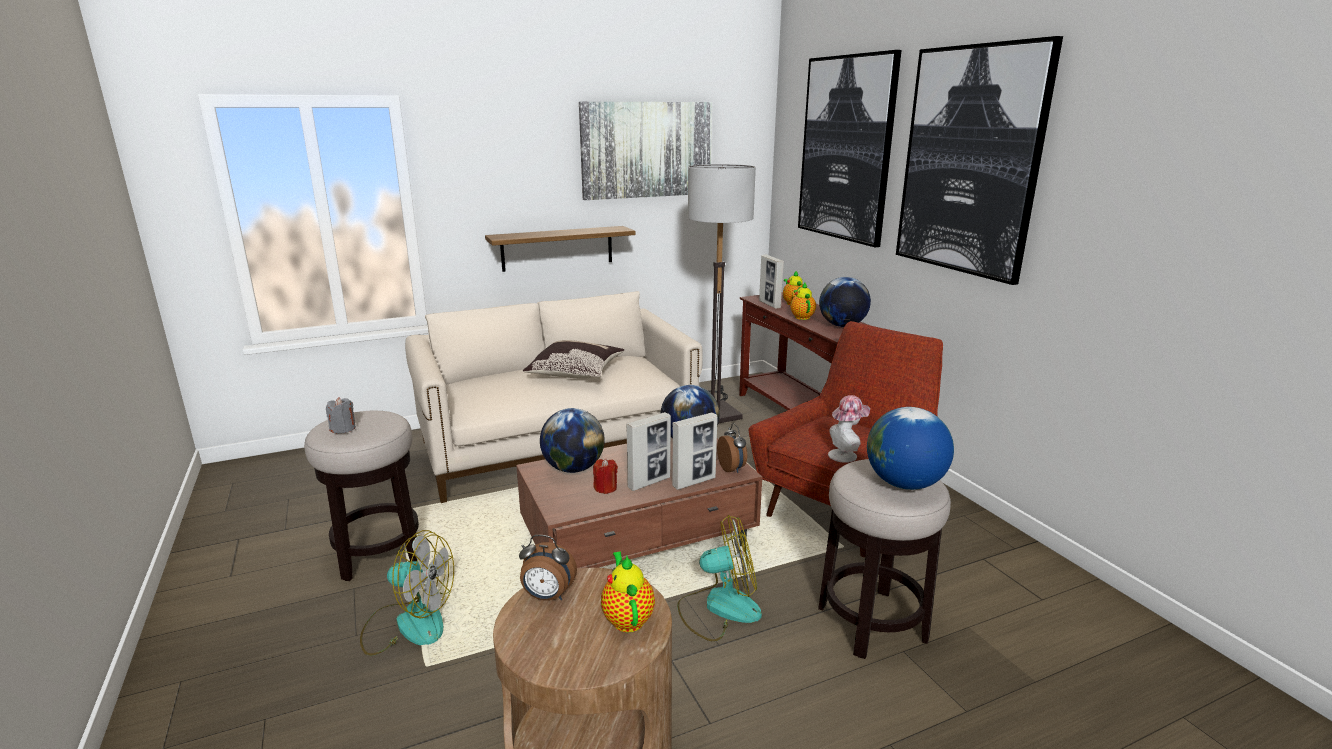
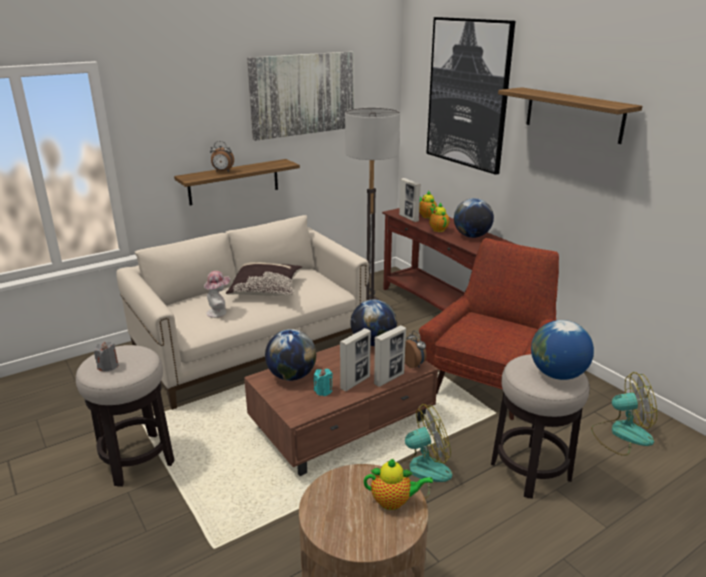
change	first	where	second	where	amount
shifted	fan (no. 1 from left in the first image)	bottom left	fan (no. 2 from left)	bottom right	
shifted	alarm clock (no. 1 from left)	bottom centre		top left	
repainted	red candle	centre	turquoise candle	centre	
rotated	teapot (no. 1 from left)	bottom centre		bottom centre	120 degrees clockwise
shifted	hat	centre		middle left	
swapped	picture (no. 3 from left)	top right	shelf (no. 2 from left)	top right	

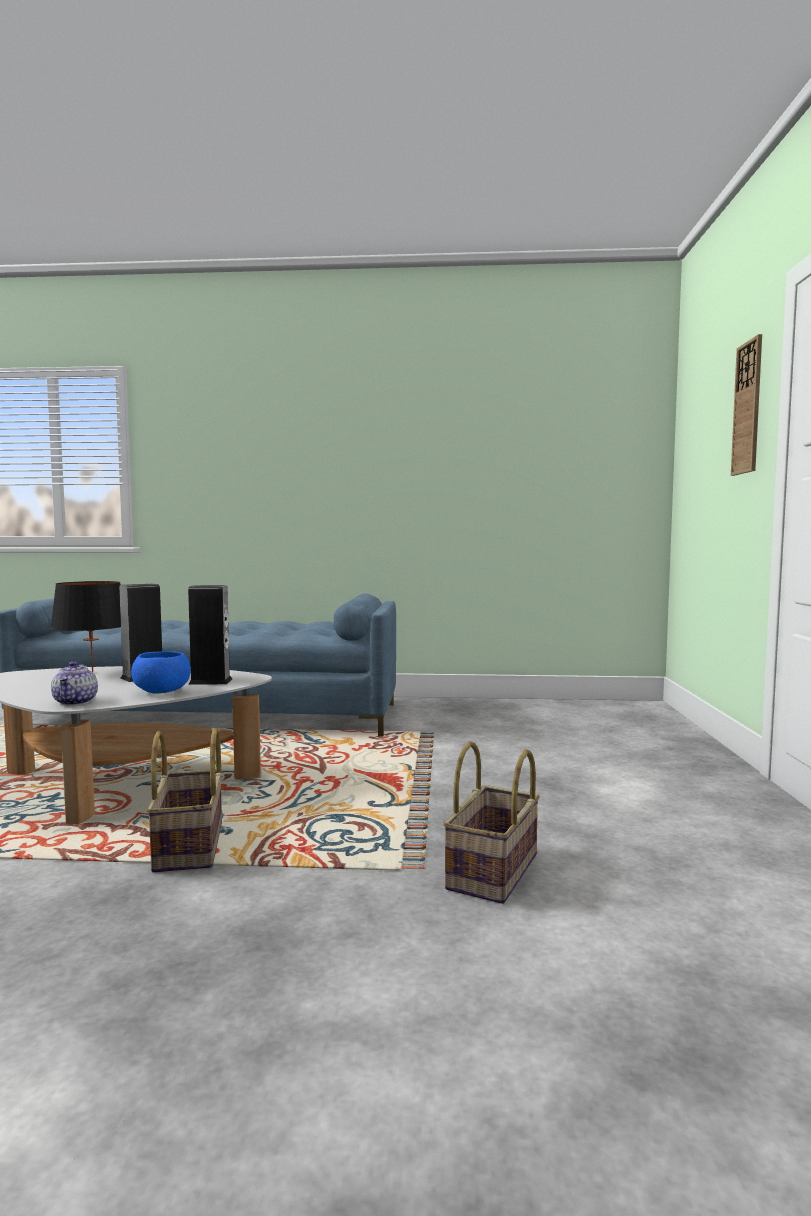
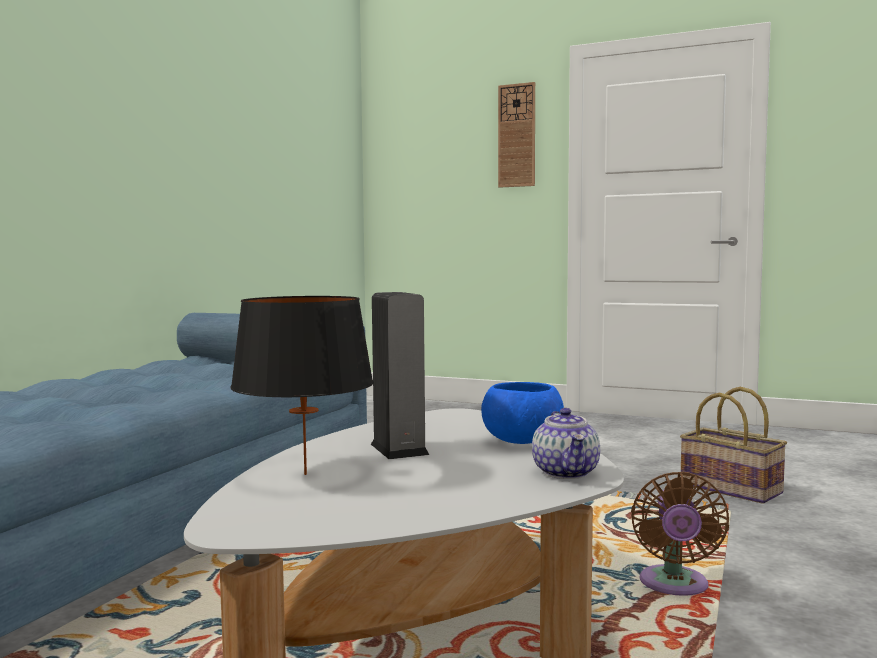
change	first	where	second	where	amount
rotated	teapot	middle left		bottom centre	75 degrees clockwise
swapped	basket (no. 1 from left)	middle left	brown fan	bottom right	
gone	speaker (no. 2 from left)	middle left			

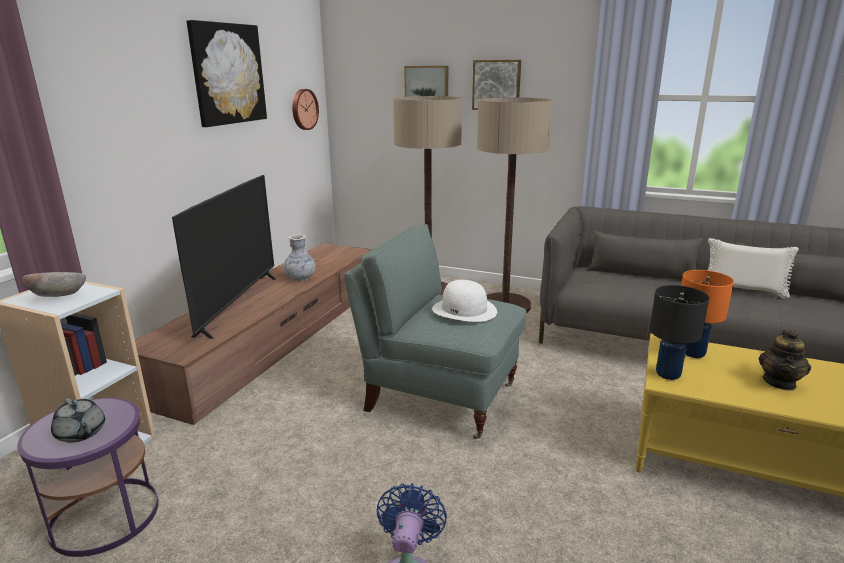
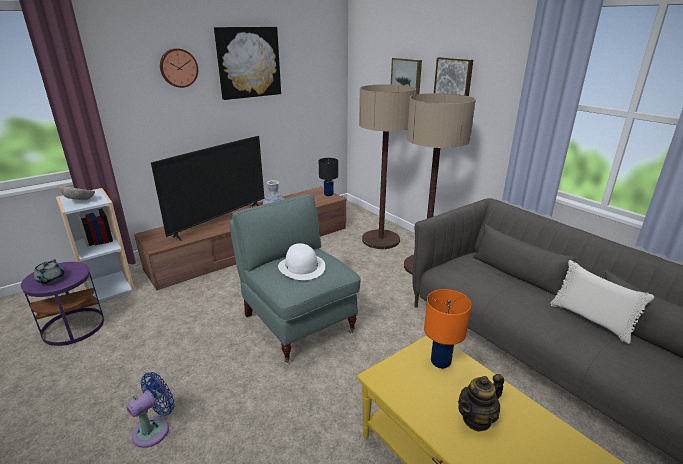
change	first	where	second	where	amount
shifted	wall clock	top centre		top left	
shifted	black table lamp	middle right		centre	

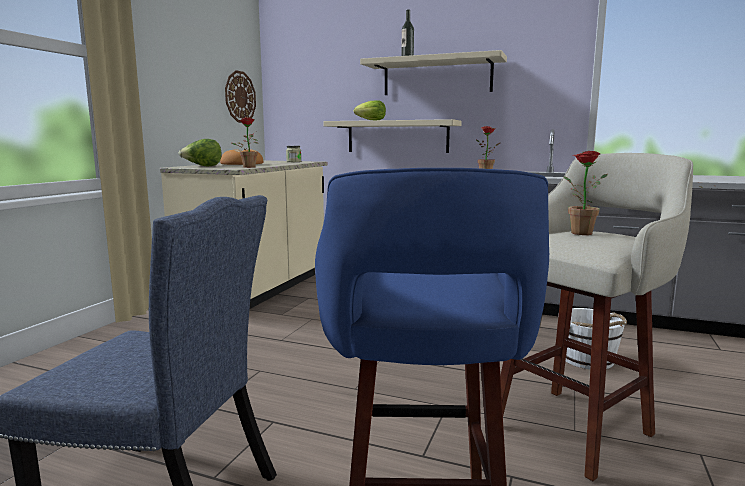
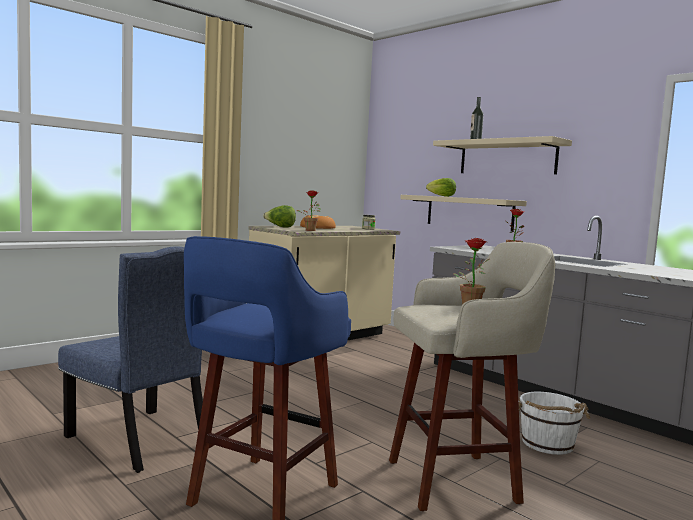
change	first	where	second	where	amount
gone	wall clock	top left			

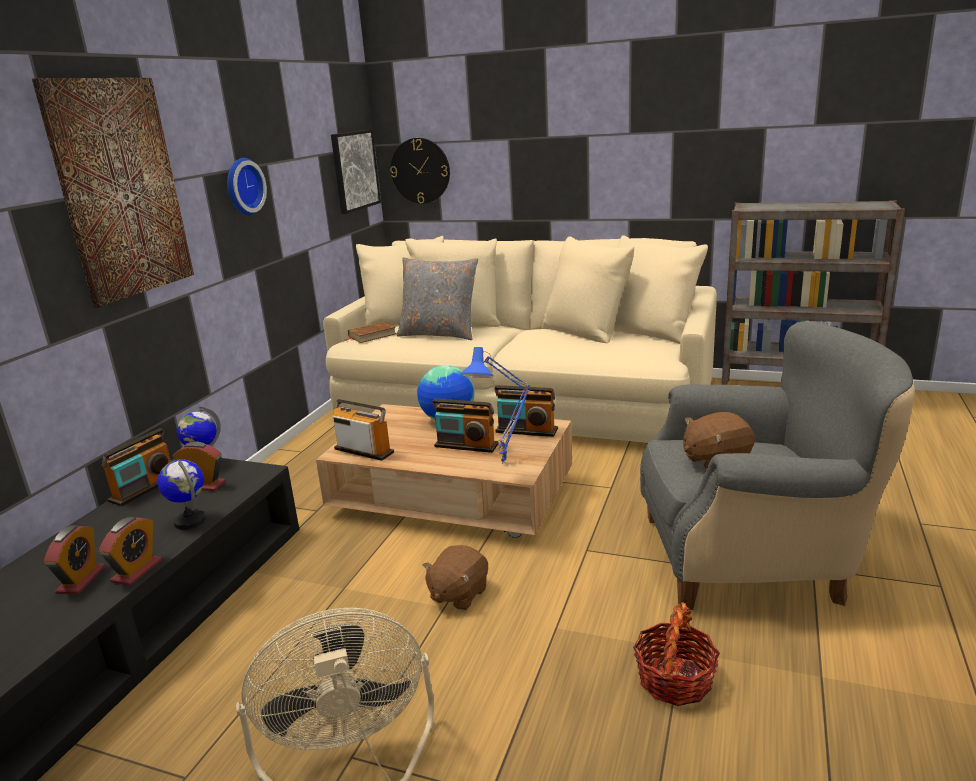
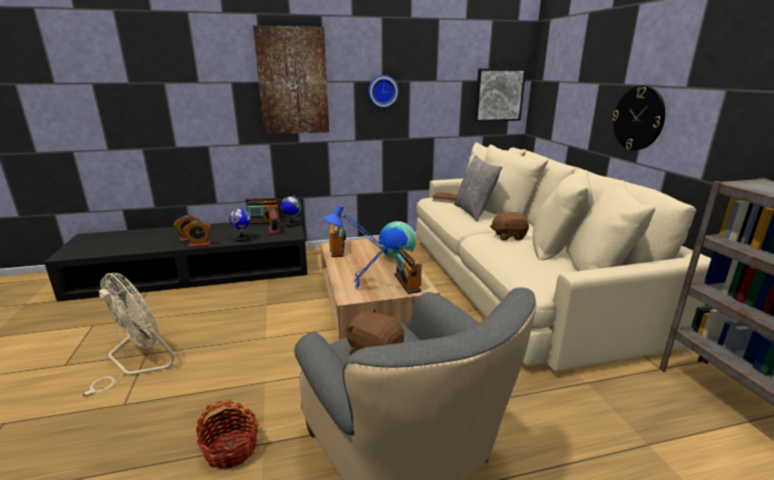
change	first	where	second	where	amount
shifted	wall clock (no. 2 from left)	top centre		top right	
shifted	brown plush toy (no. 1 from left in the first image)	bottom centre	brown plush toy (no. 2 from left)	centre	
gone	radio (no. 3 from left)	centre			

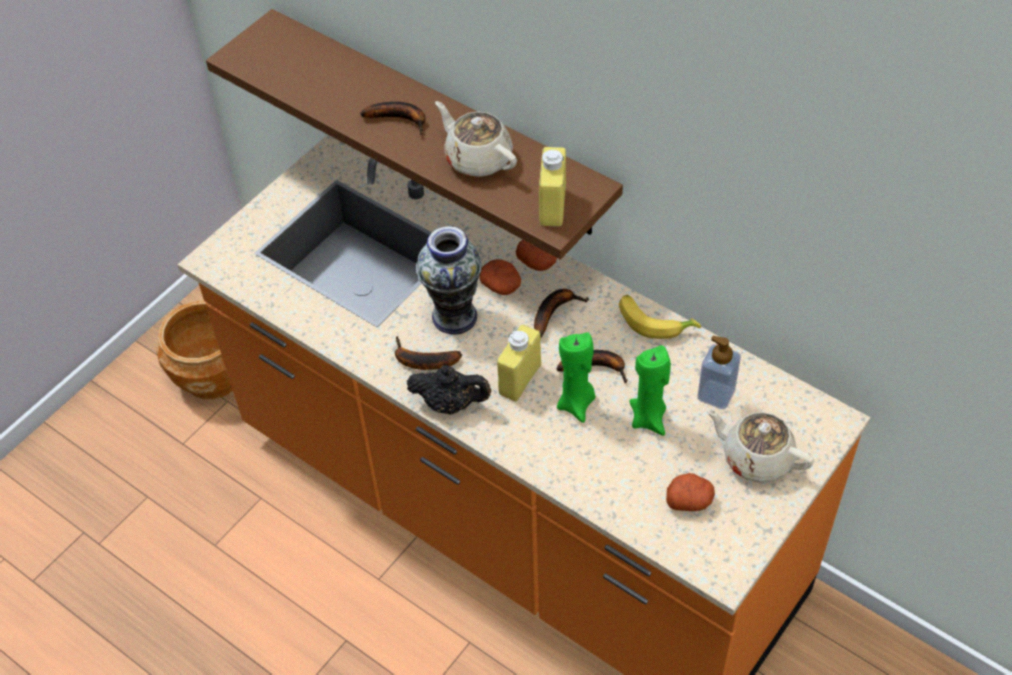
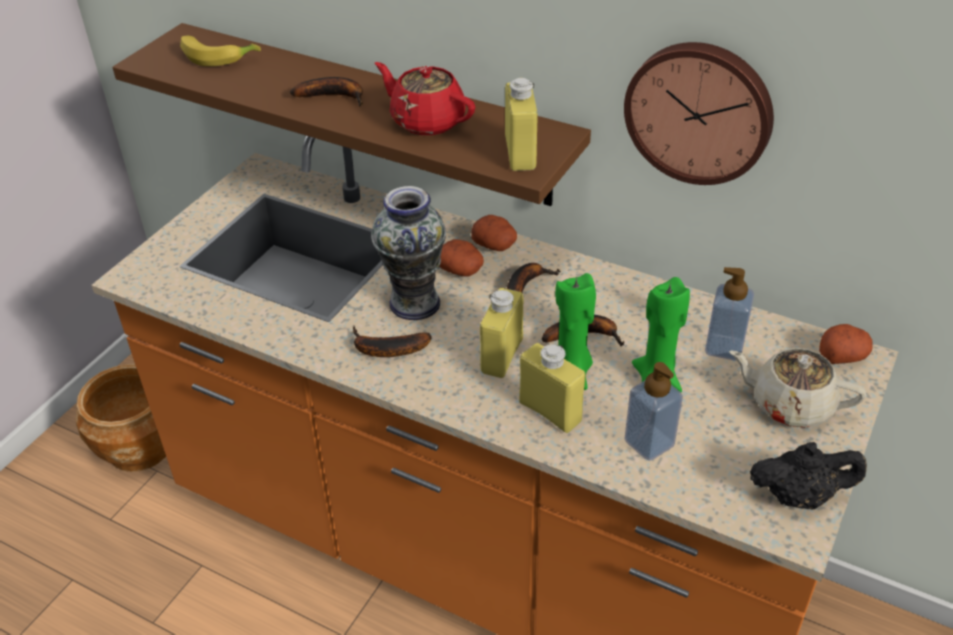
change	first	where	second	where	amount
shifted	black teapot	centre		bottom right	
repainted	beige teapot (no. 1 from left)	top centre	red teapot	top centre	
shifted	banana (no. 5 from left in the first image)	centre	banana (no. 1 from left)	top left	
shifted	potato (no. 3 from left)	bottom right		middle right	
new			yellow bottle (no. 3 from left)	centre	
new			wall clock	top right	
new			soap dispenser (no. 1 from left)	middle right	

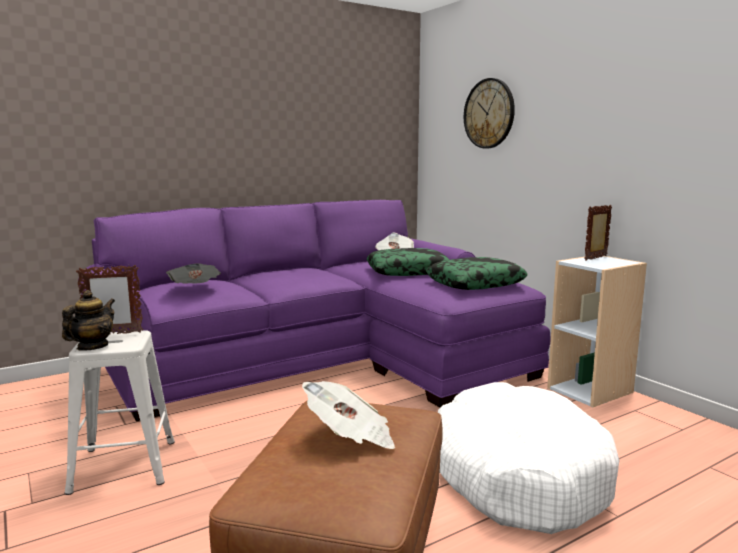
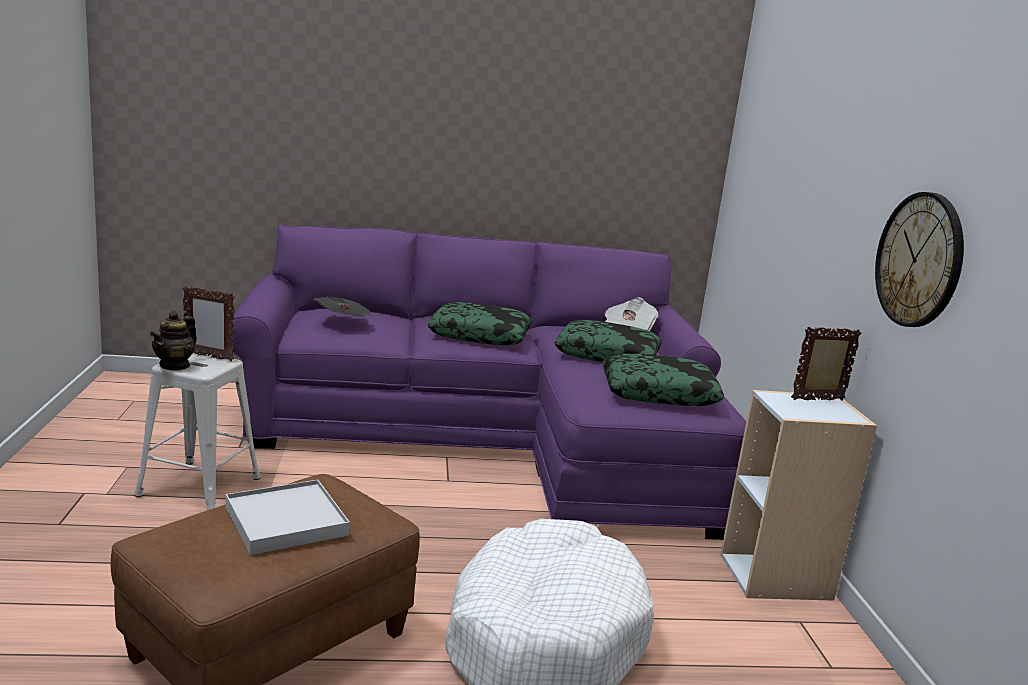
change	first	where	second	where	amount
rotated	teapot	middle left		middle left	150 degrees clockwise
swapped	newspaper (no. 2 from left)	bottom centre	white tray	bottom left	
shifted	wall clock	top centre		middle right	
new			pillow (no. 1 from left)	centre	

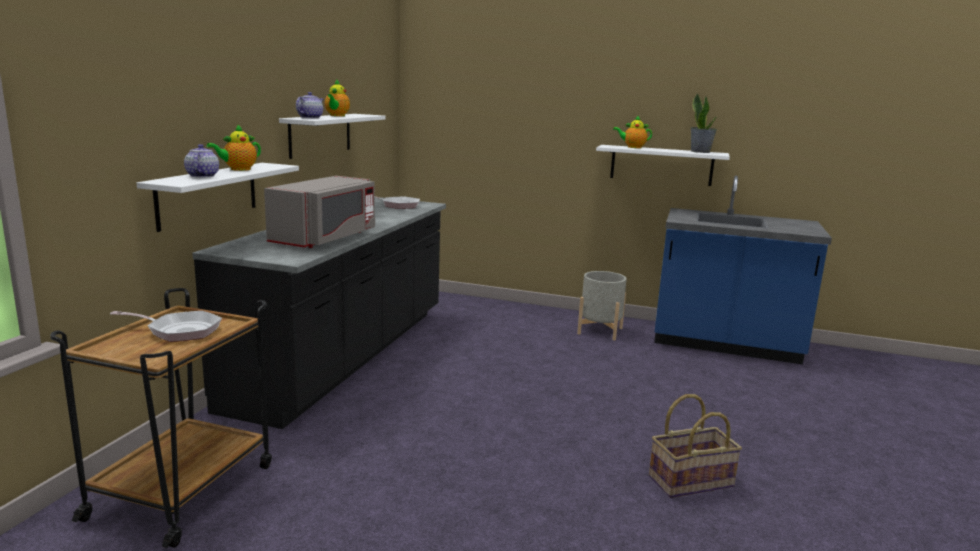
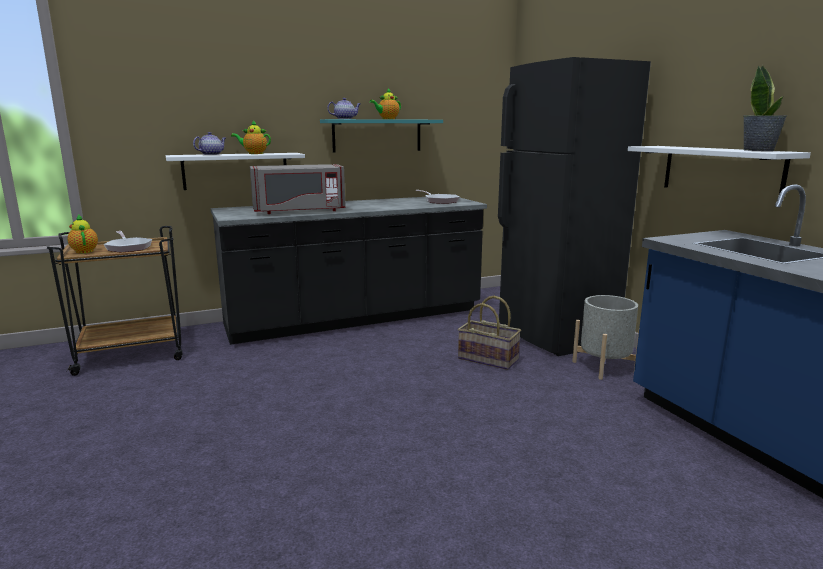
change	first	where	second	where	amount
repainted	white shelf (no. 2 from left)	top centre	turquoise shelf	top centre	
shifted	teapot (no. 5 from left in the first image)	top centre	teapot (no. 1 from left)	middle left	
shifted	basket	bottom right		centre	
new			black fridge	middle right	

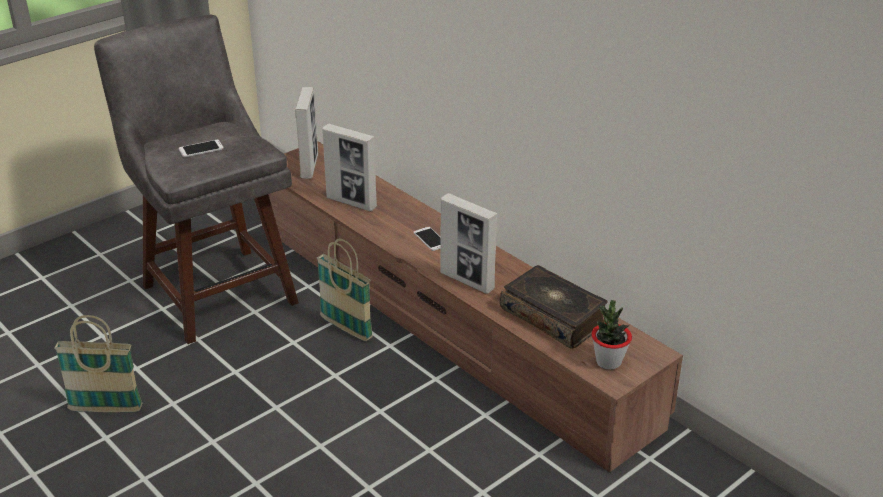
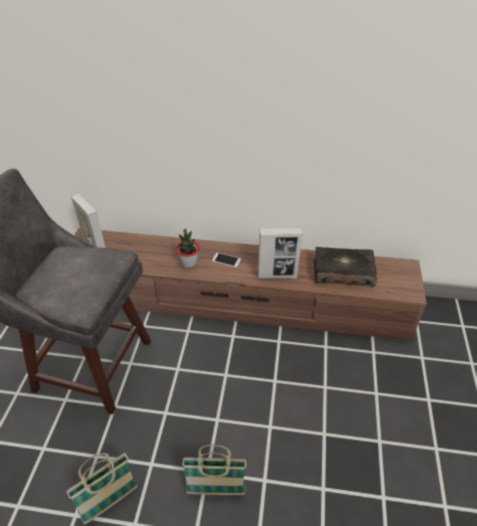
change	first	where	second	where	amount
gone	phone (no. 1 from left)	top left			
shifted	basket (no. 2 from left)	centre		bottom centre	
gone	picture frame (no. 2 from left)	centre			
shifted	potted plant	bottom right		centre	

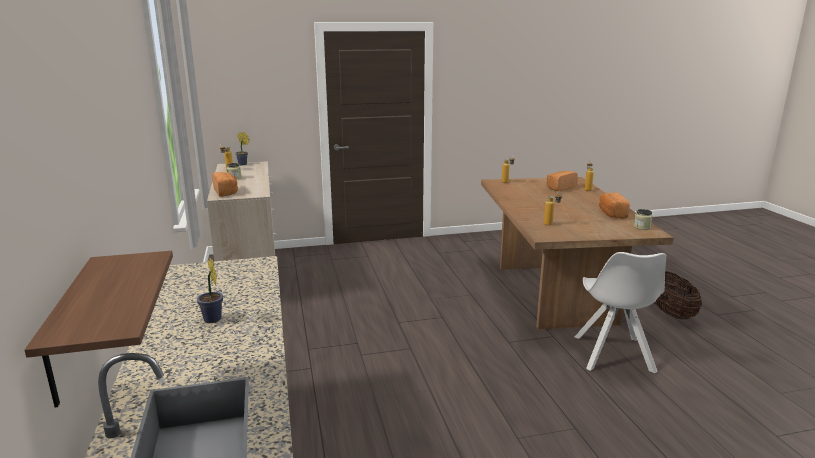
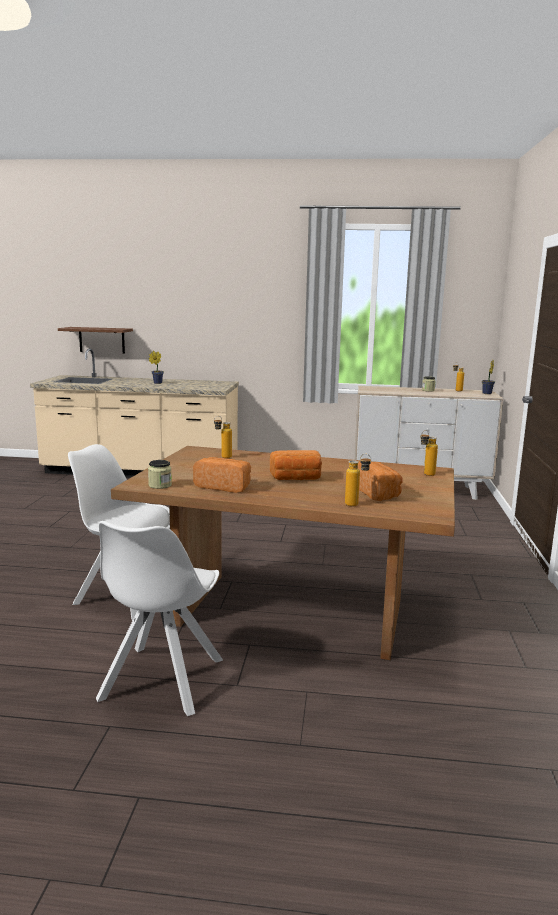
change	first	where	second	where	amount
shifted	bread (no. 1 from left in the first image)	middle left	bread (no. 2 from left)	centre	
swapped	basket	middle right	white chair (no. 2 from left)	bottom left	

